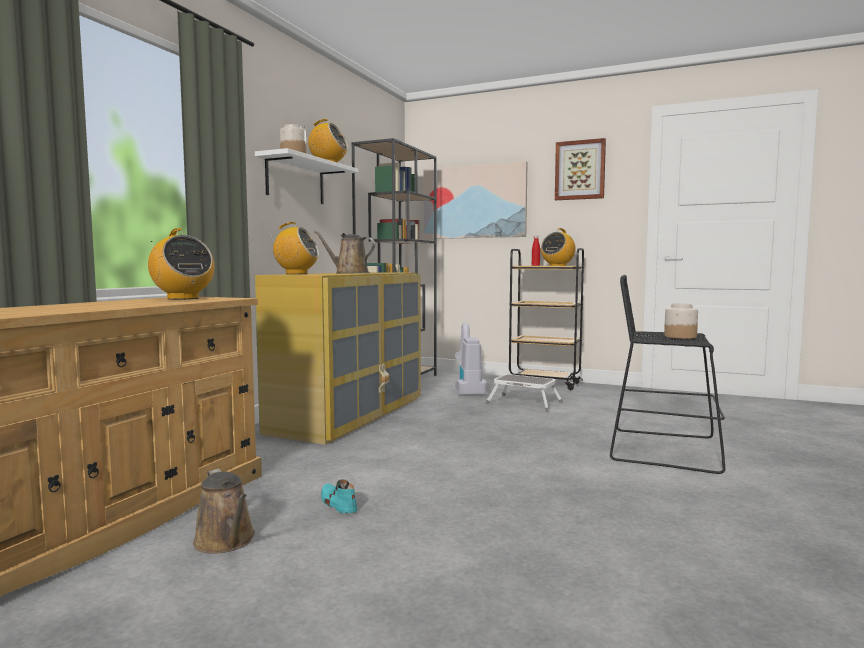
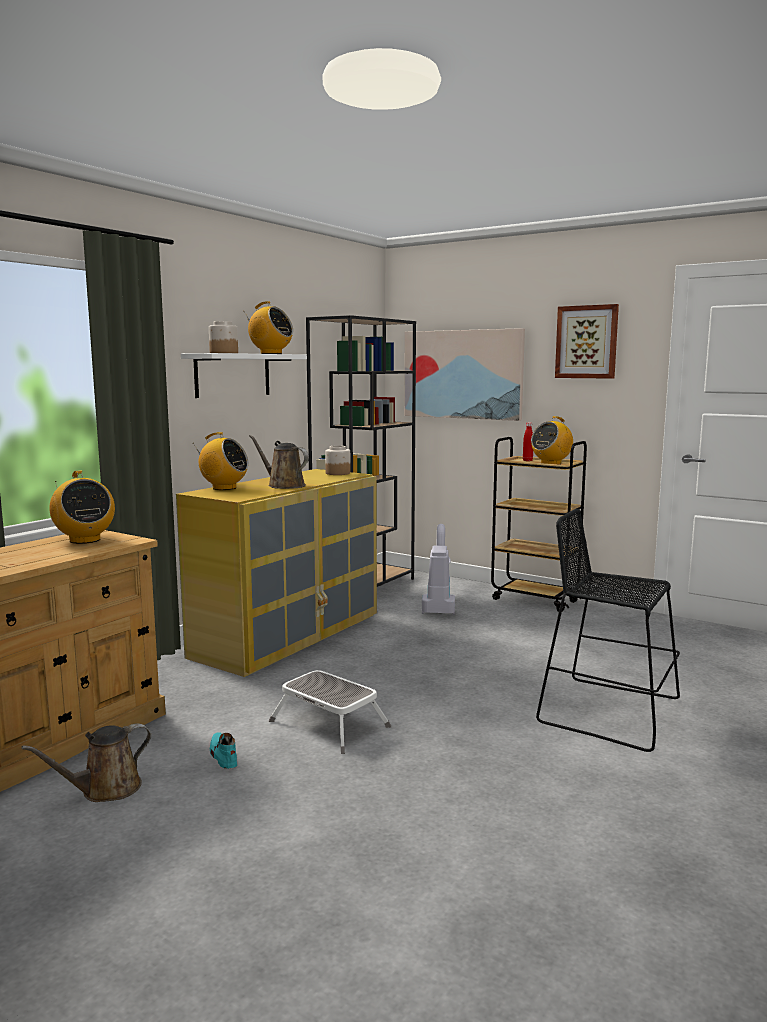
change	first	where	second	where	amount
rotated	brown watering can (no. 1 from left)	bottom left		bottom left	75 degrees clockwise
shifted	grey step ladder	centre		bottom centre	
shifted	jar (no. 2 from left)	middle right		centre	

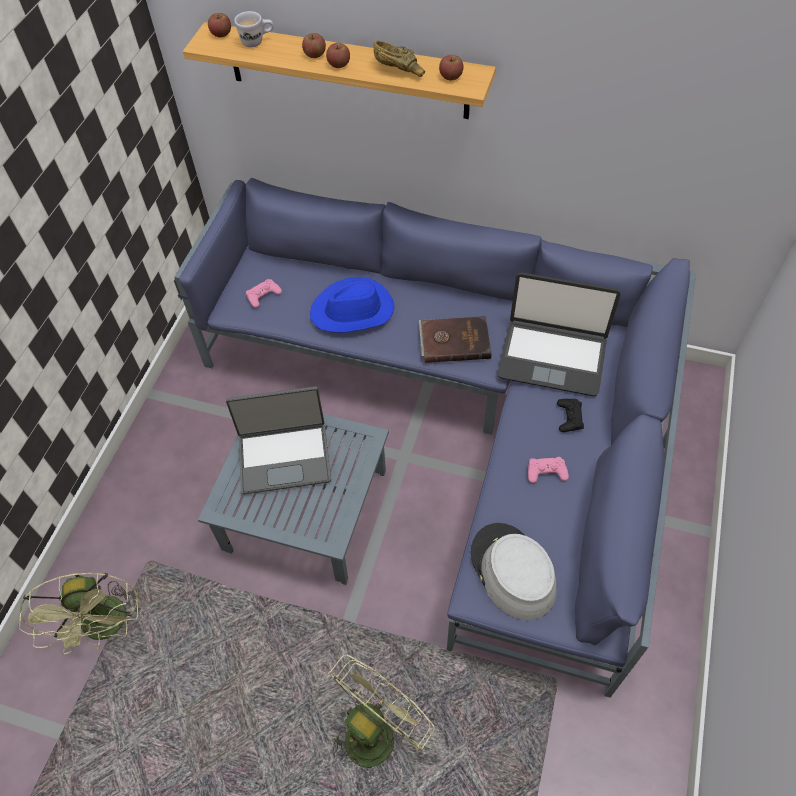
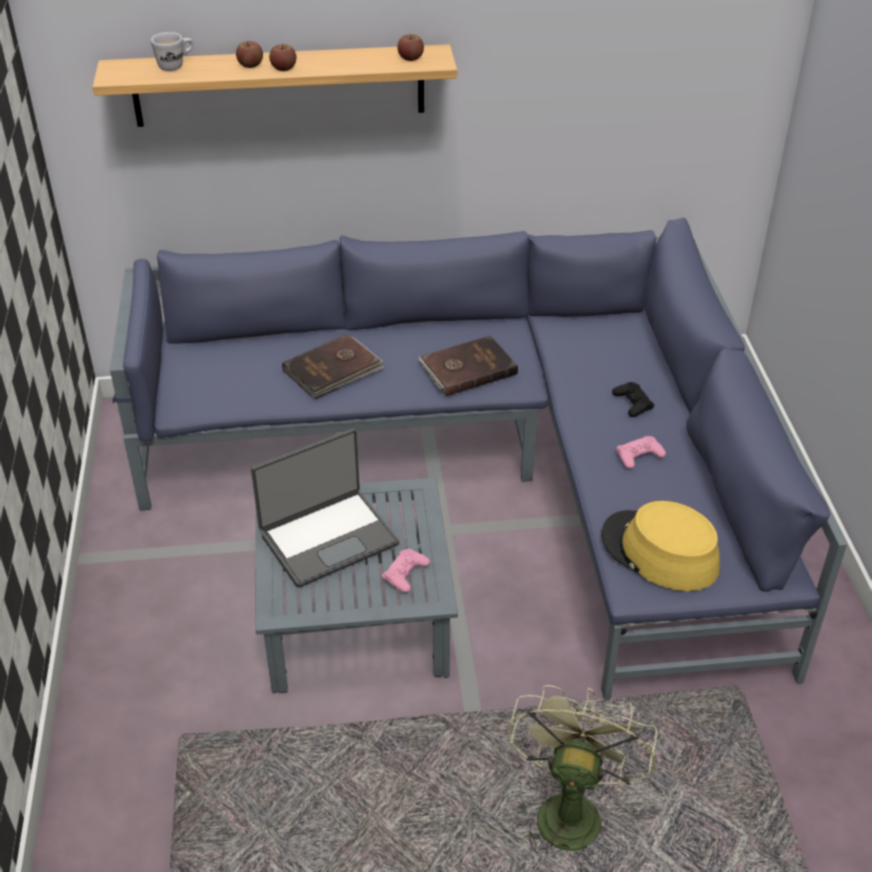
change	first	where	second	where	amount
gone	green fan (no. 1 from left)	bottom left			
gone	apple (no. 1 from left)	top left			
shifted	pink game controller (no. 1 from left)	middle left		centre	
swapped	blue hat	centre	brown book (no. 1 from left)	centre	
gone	brown bowl	top centre			
repainted	grey hat	bottom centre	yellow hat	middle right	
gone	laptop (no. 2 from left)	middle right			

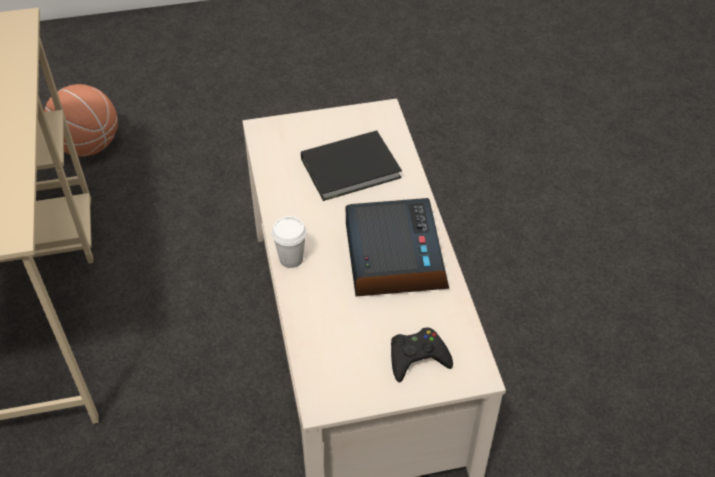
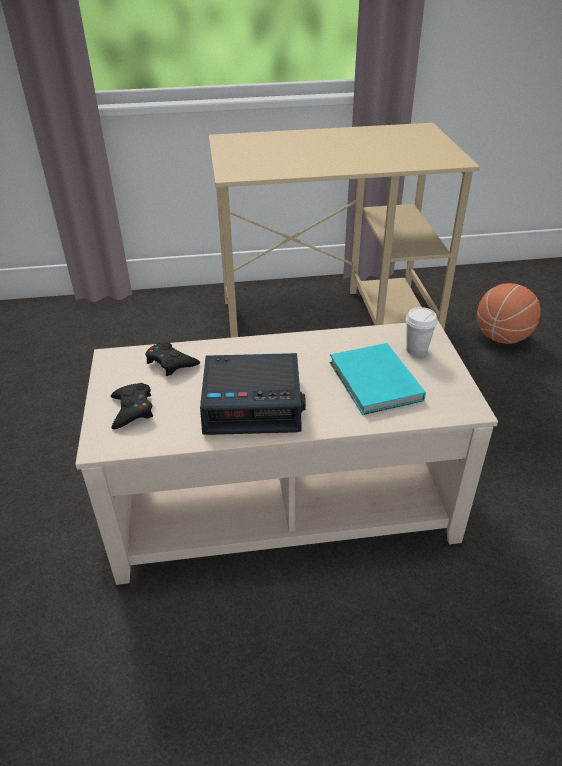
change	first	where	second	where	amount
shifted	white cup	centre		middle right	
repainted	black book	centre	turquoise book	middle right	
new			black game controller (no. 2 from left)	middle left	

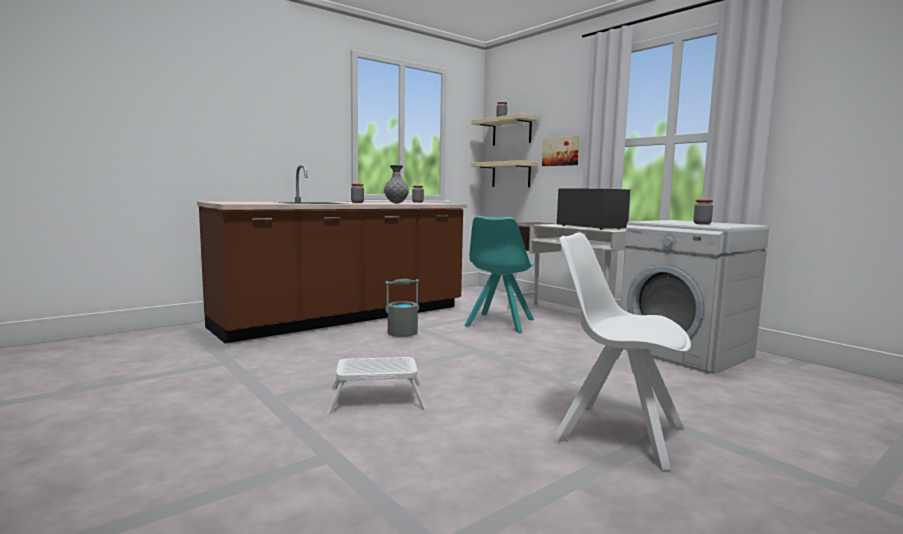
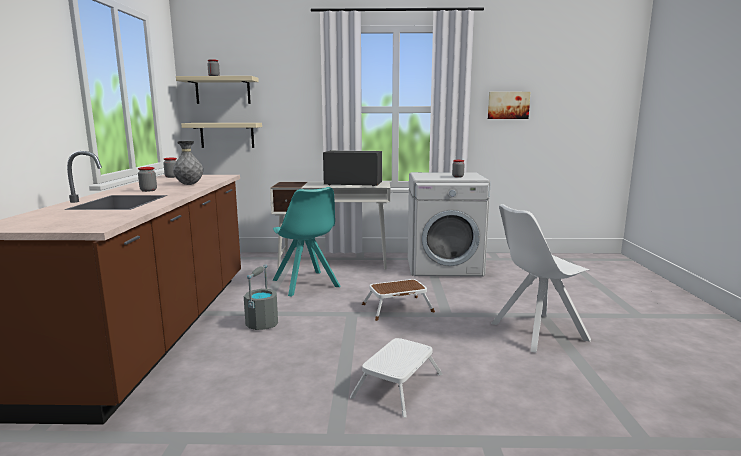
change	first	where	second	where	amount
shifted	picture	top centre		top right	
new			brown step ladder	centre	

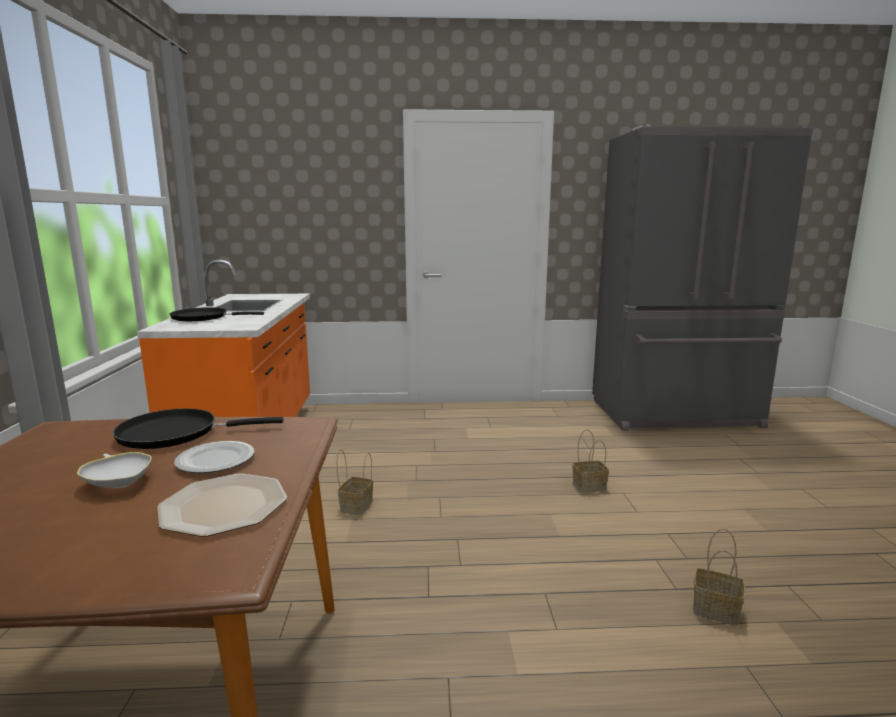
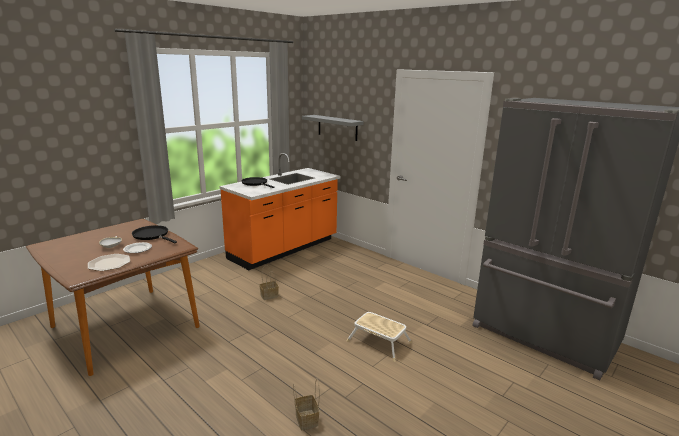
change	first	where	second	where	amount
swapped	basket (no. 2 from left)	centre	beige step ladder	bottom centre	
new			grey shelf	top centre	

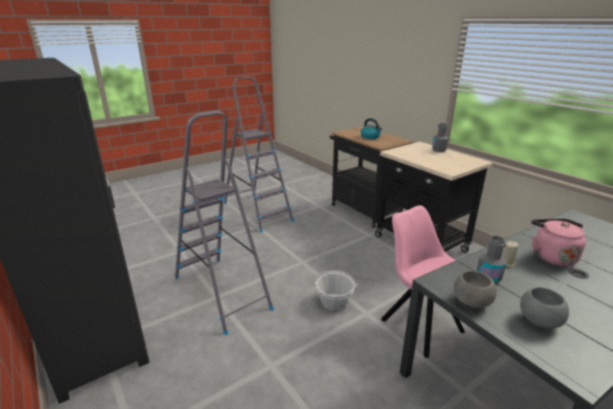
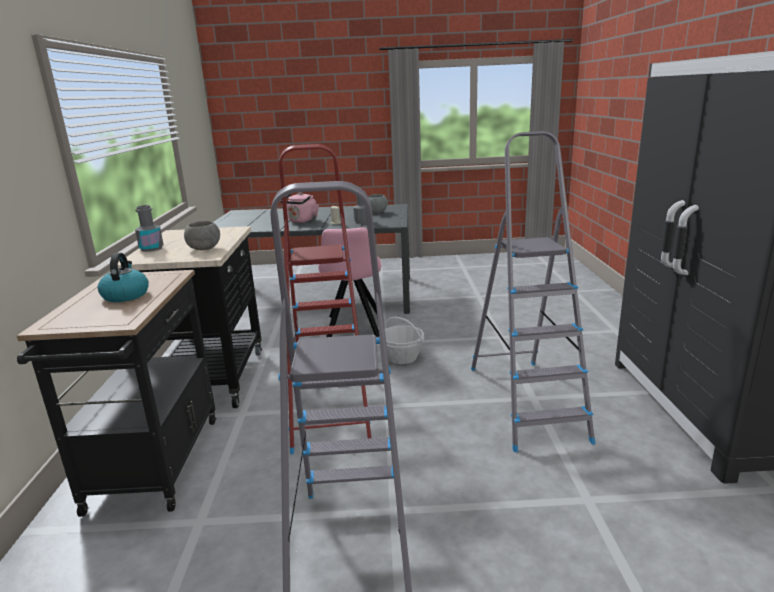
change	first	where	second	where	amount
shifted	grey bowl (no. 1 from left)	bottom right		middle left	
new			red step ladder	centre	

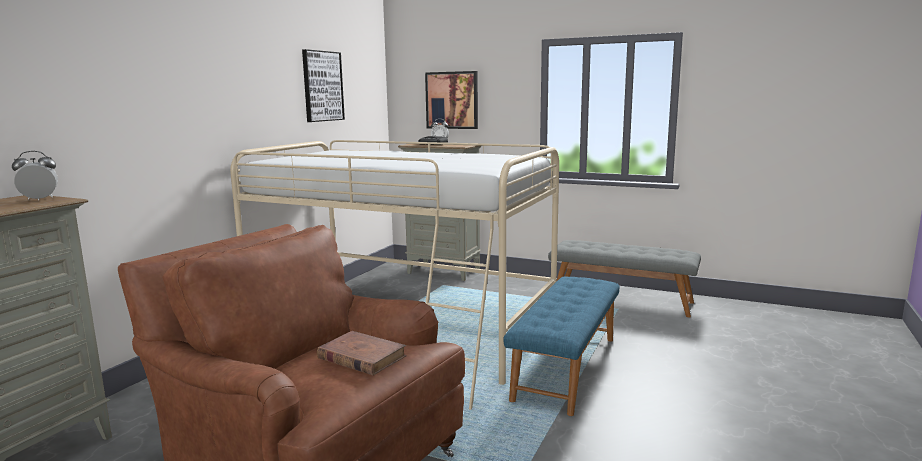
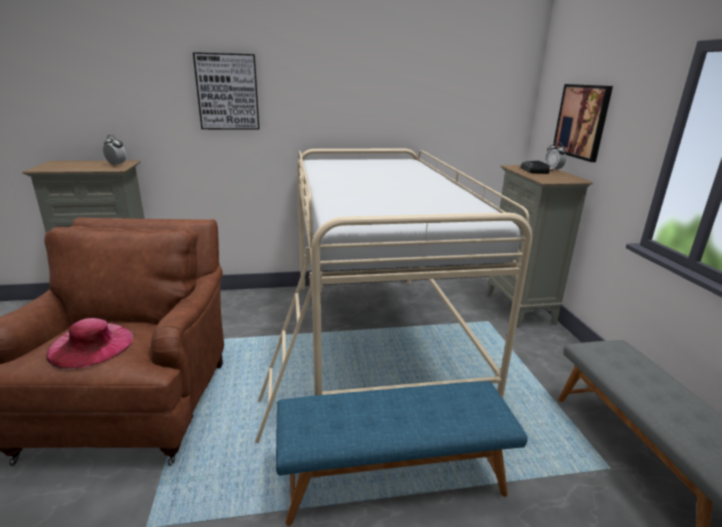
change	first	where	second	where	amount
shifted	picture (no. 1 from left)	top centre		top left	
swapped	brown book	bottom centre	pink hat	middle left	

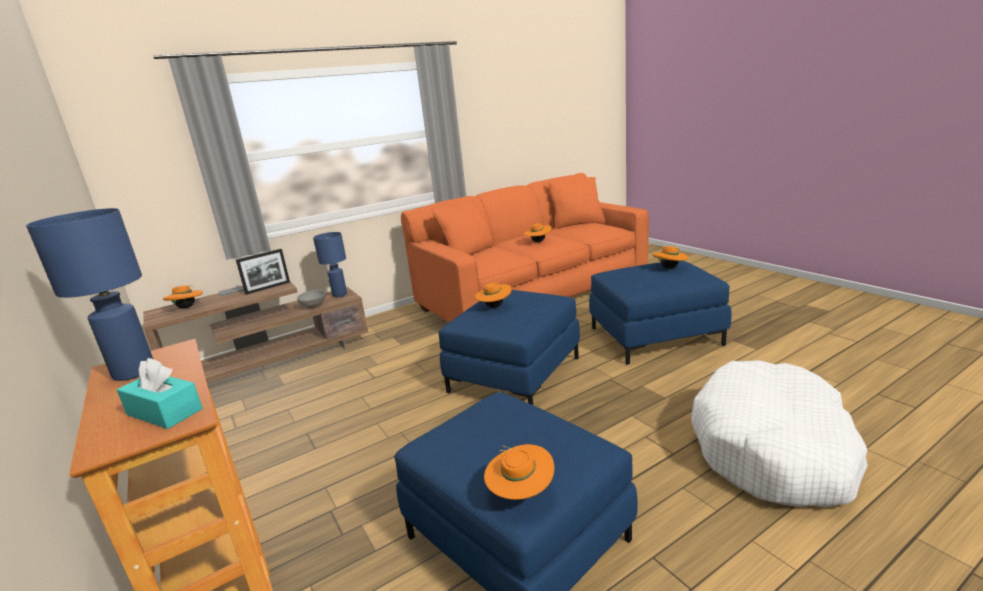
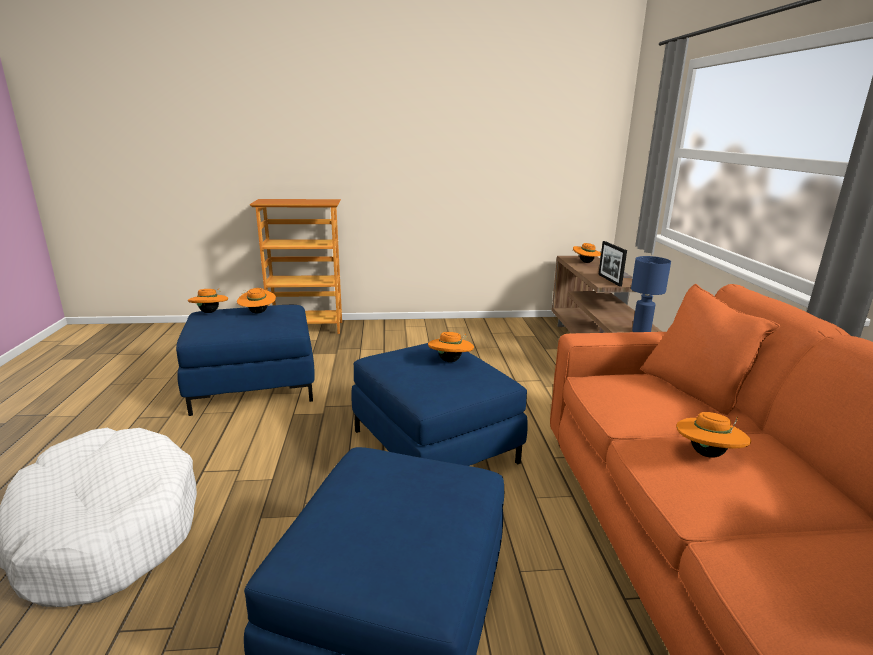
change	first	where	second	where	amount
gone	blue table lamp (no. 1 from left)	middle left			
gone	turquoise tissue box	middle left			
gone	grey bowl	middle left			
shifted	orange hat (no. 5 from left in the first image)	middle right	orange hat (no. 2 from left)	middle left	

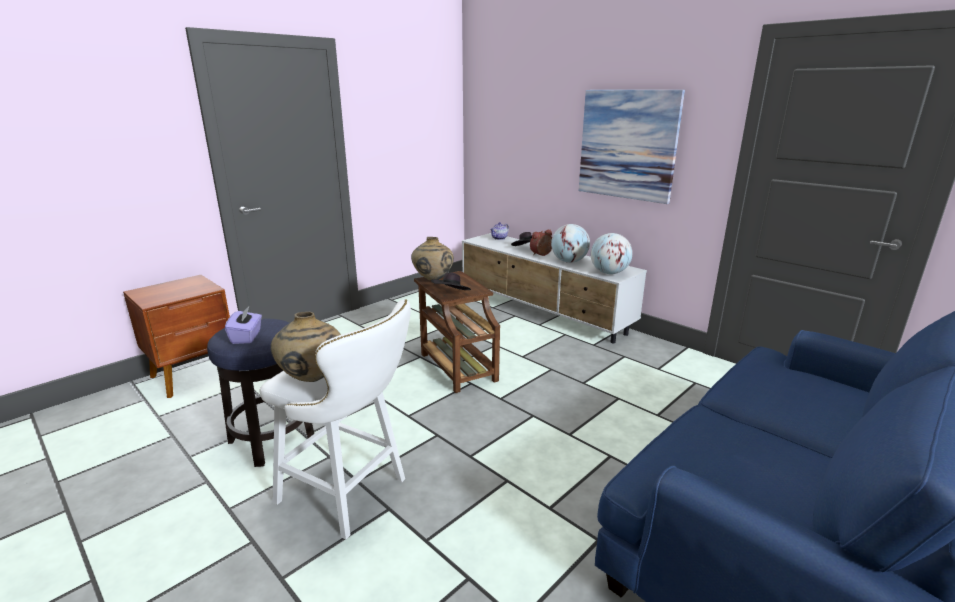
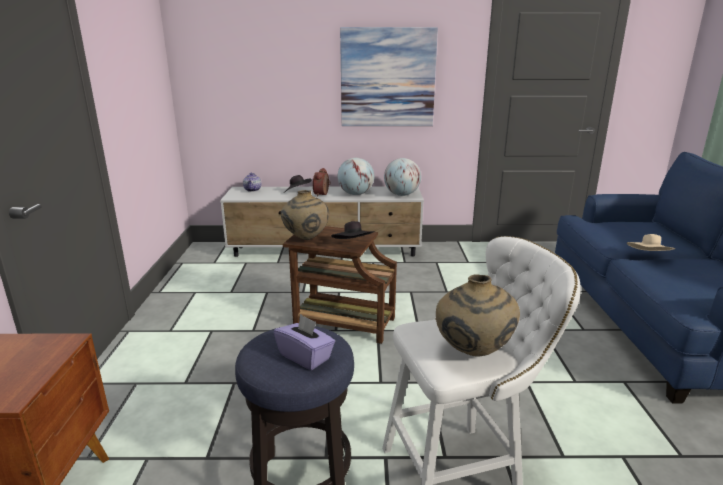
change	first	where	second	where	amount
new			beige hat	middle right	

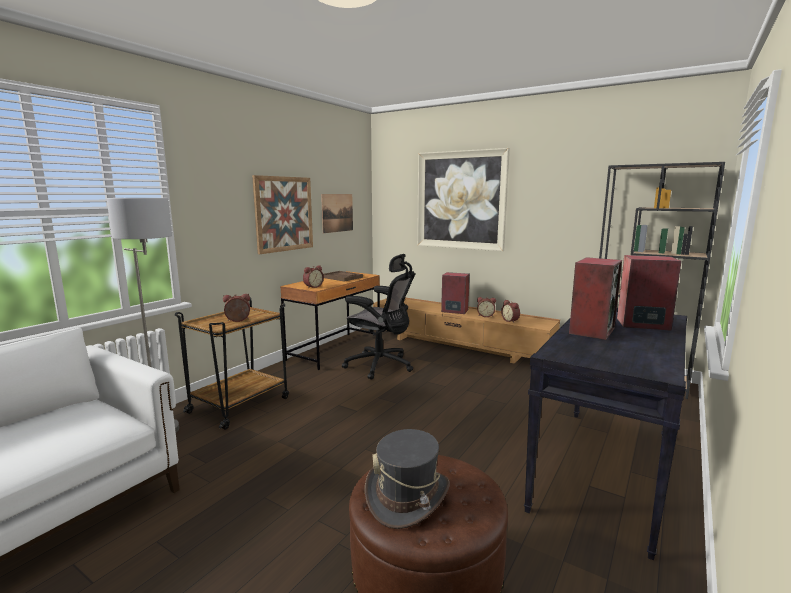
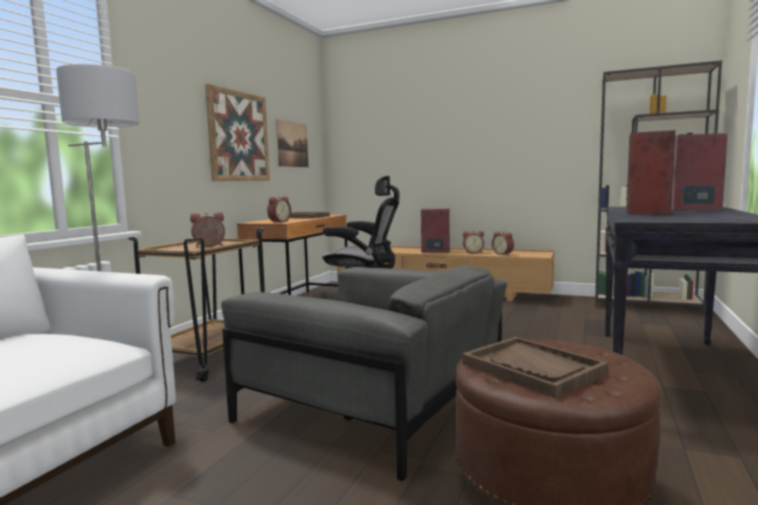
change	first	where	second	where	amount
swapped	grey hat	bottom centre	brown tray (no. 2 from left)	bottom right	
gone	picture (no. 3 from left)	centre			
new			grey armchair	bottom centre	

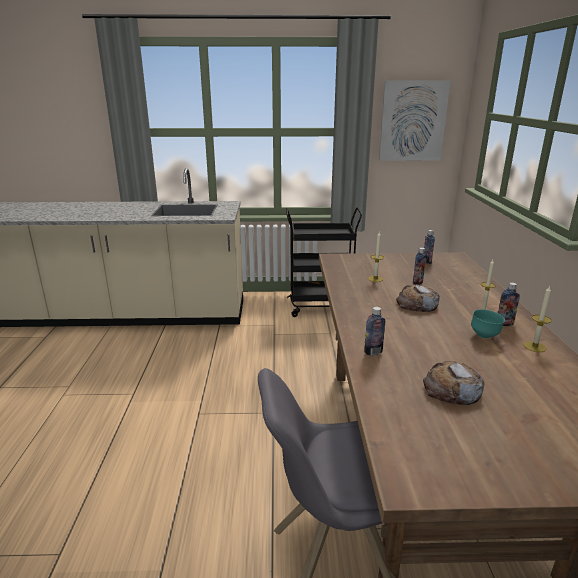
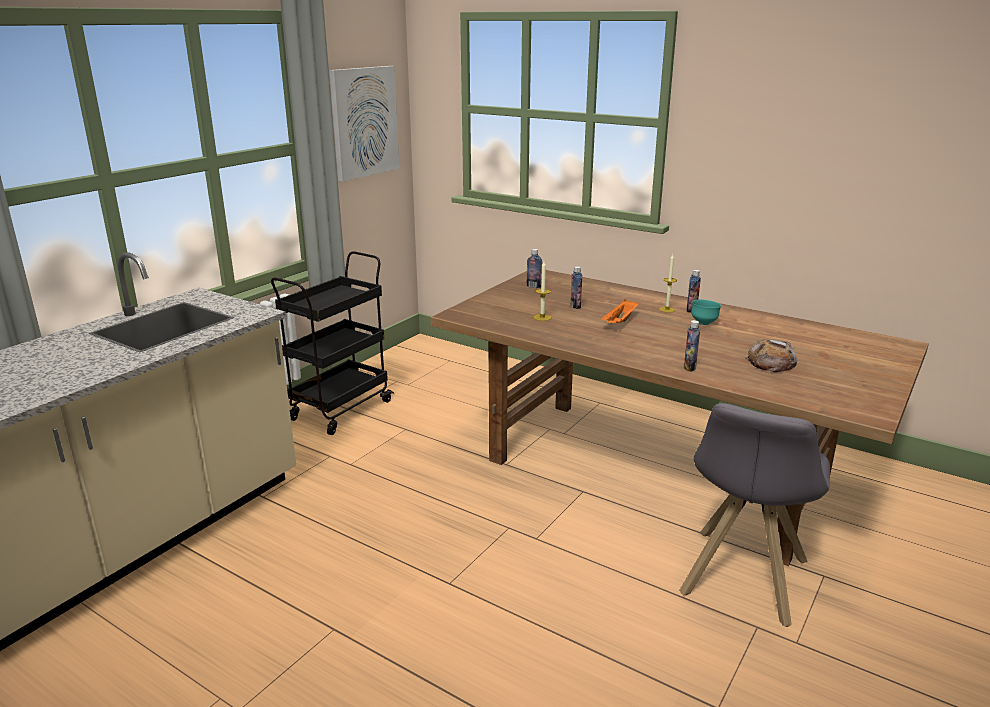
change	first	where	second	where	amount
swapped	bread (no. 1 from left)	middle right	orange tray	centre	
gone	candle (no. 3 from left)	middle right			

